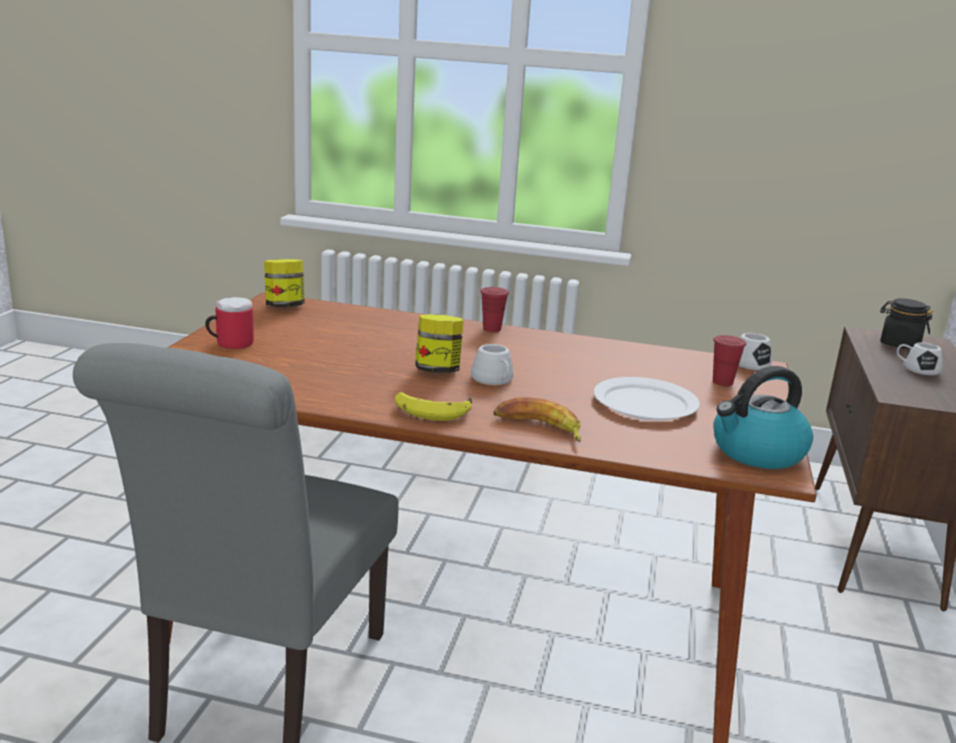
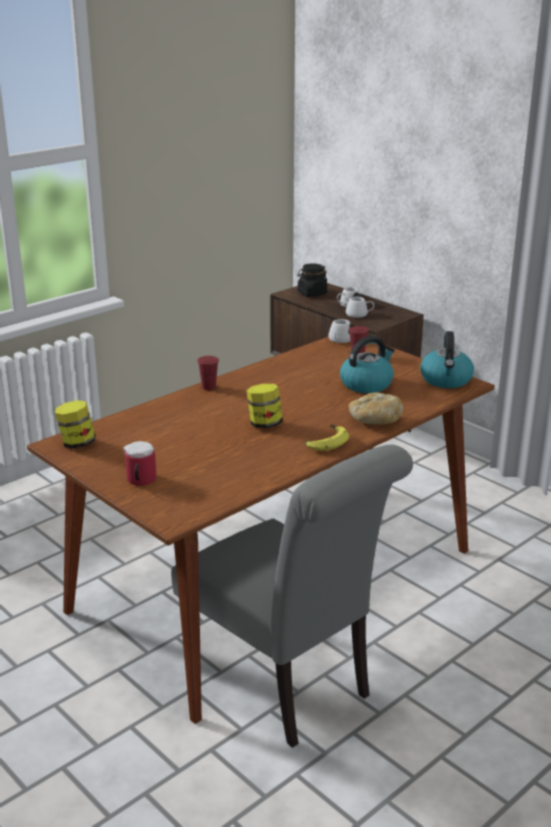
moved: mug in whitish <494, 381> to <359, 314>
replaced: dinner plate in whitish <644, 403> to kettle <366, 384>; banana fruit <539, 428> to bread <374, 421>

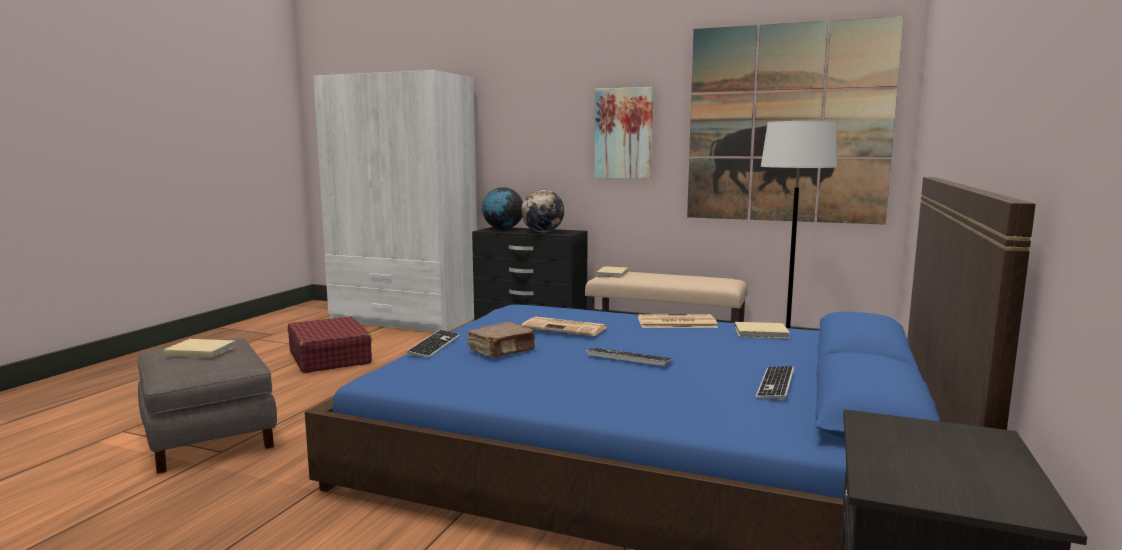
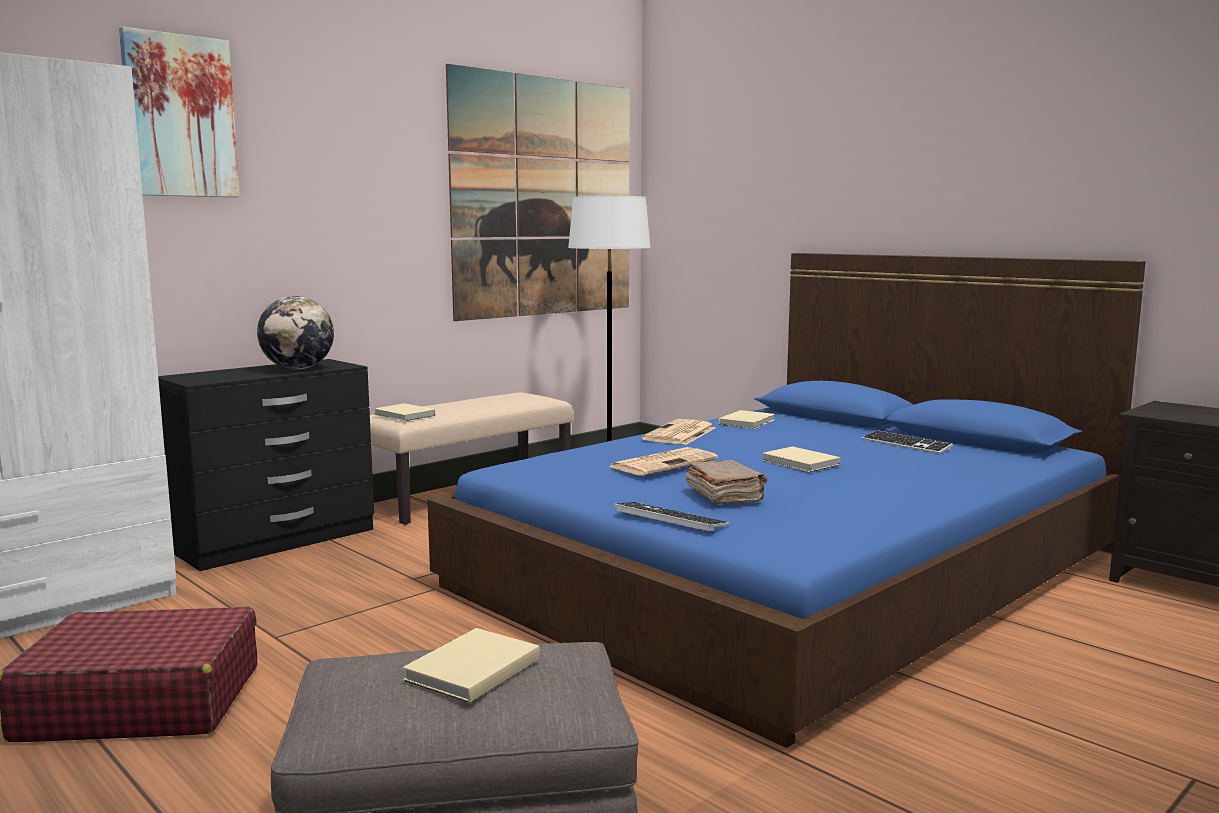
removed: desk globe <503, 229>
moved: wall picture <624, 133> to <180, 116>
replaced: keyboard <629, 358> to book in sand-coloured <801, 463>

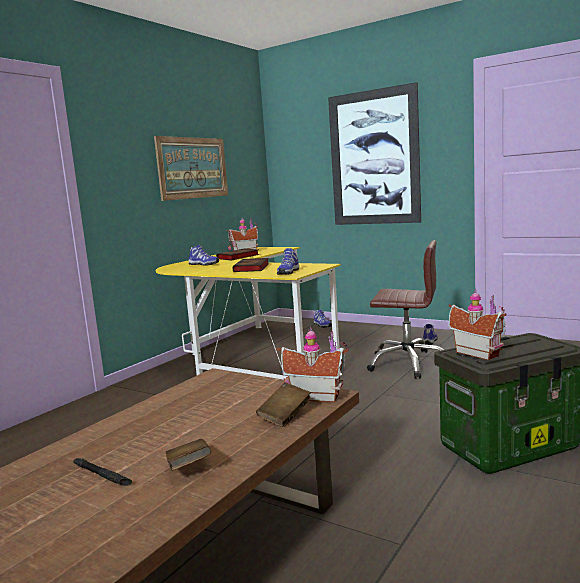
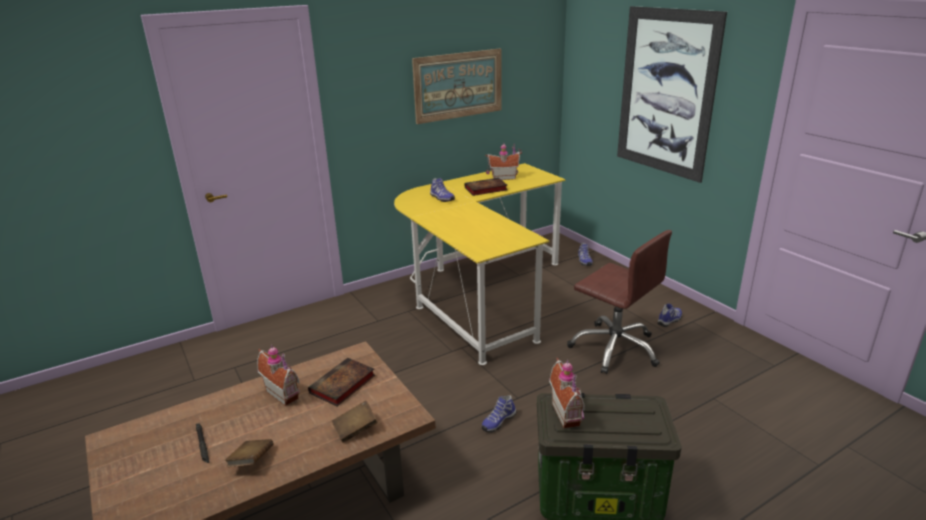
moved: low shoe <287, 272> to <498, 421>; book <252, 268> to <342, 385>; model house <316, 395> to <285, 393>

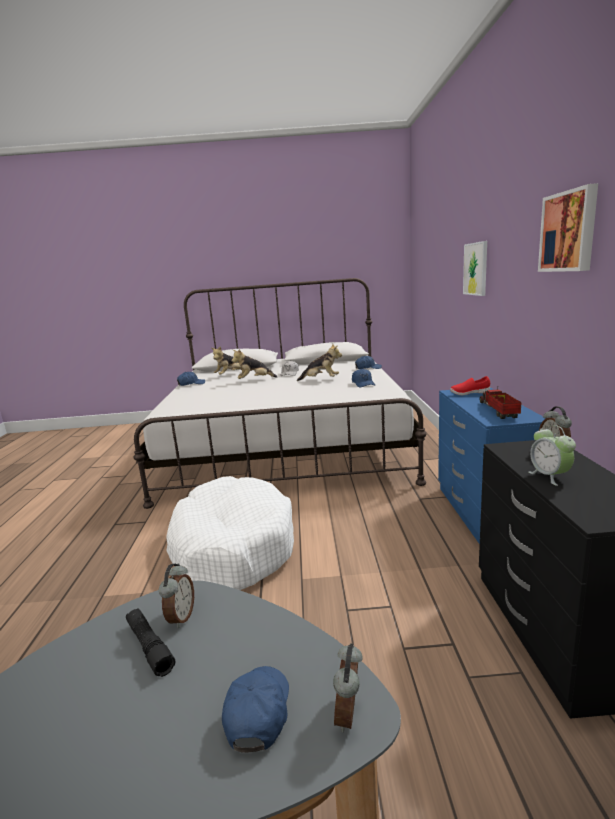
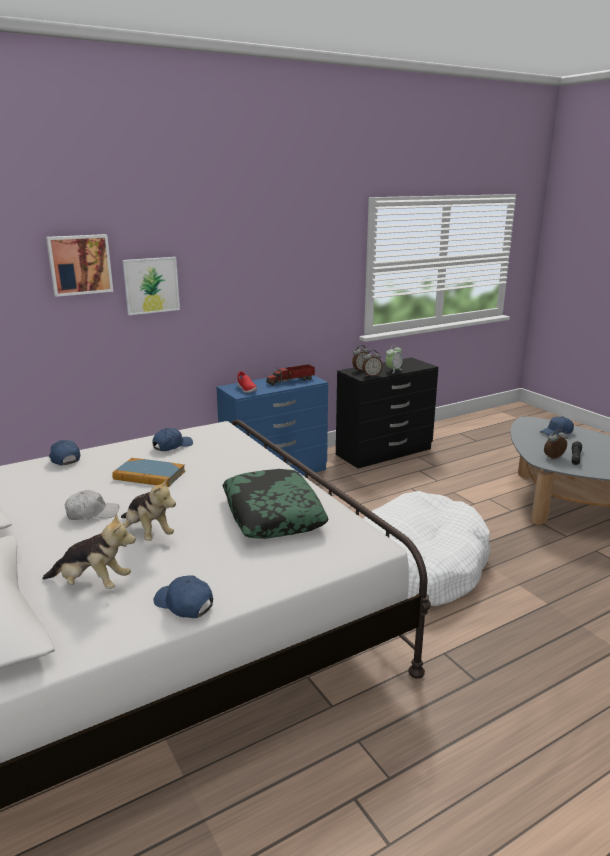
added: cushion <272, 514>
moved: wall picture <569, 231> to <80, 264>; alarm clock <350, 714> to <371, 375>
replaced: cuddly toy <321, 380> to book <149, 475>

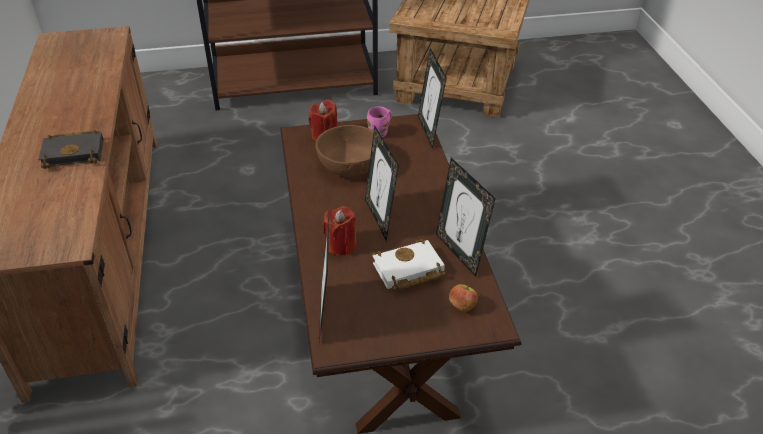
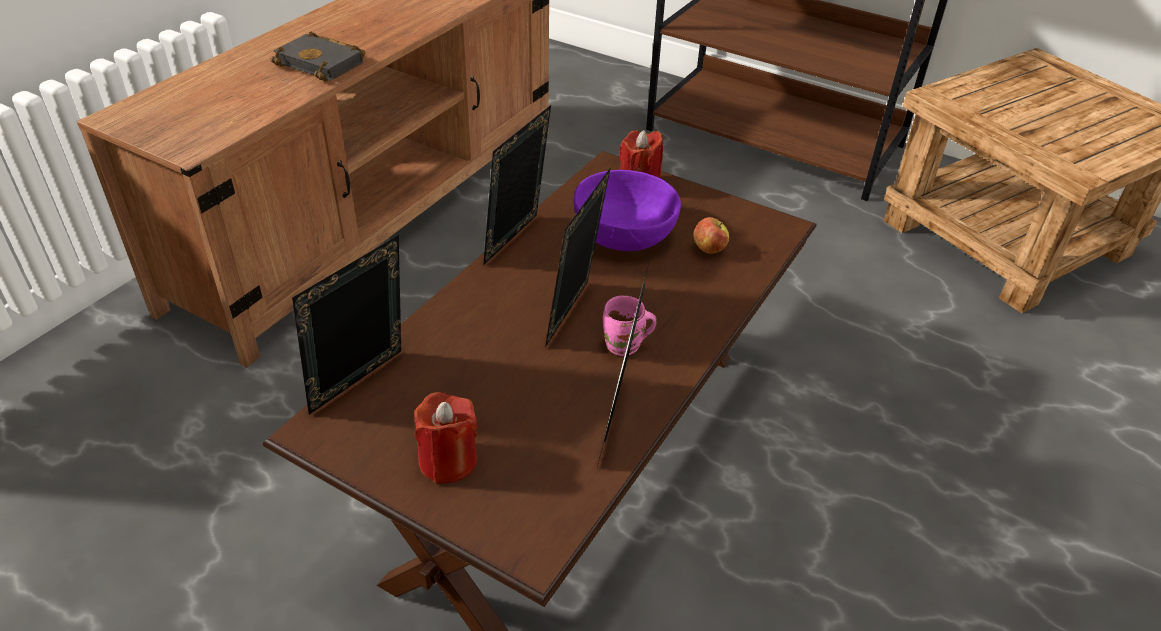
removed: book in whitish <407, 271>
moved: picture frame <429, 131> to <517, 242>; mug in pink-coloured <380, 133> to <625, 347>; wax light in reddish <341, 245> to <448, 461>; apple <462, 306> to <709, 249>
recoloured: deep dish in brownish <350, 164> to deep dish in purple-coloured <625, 232>

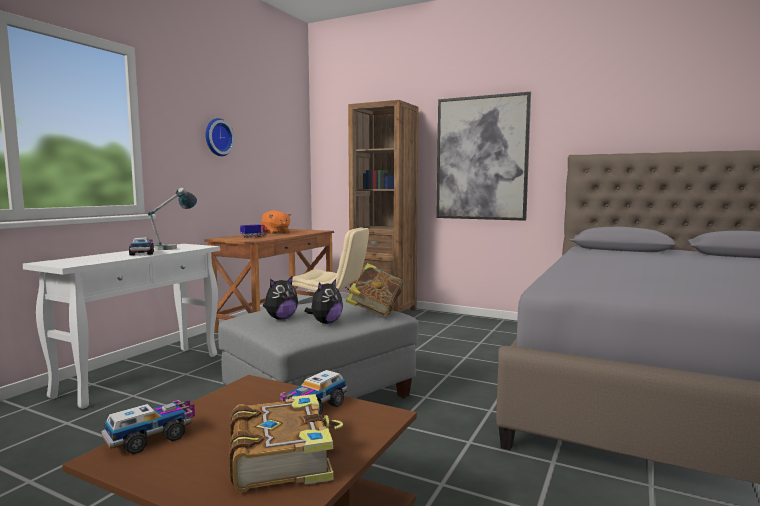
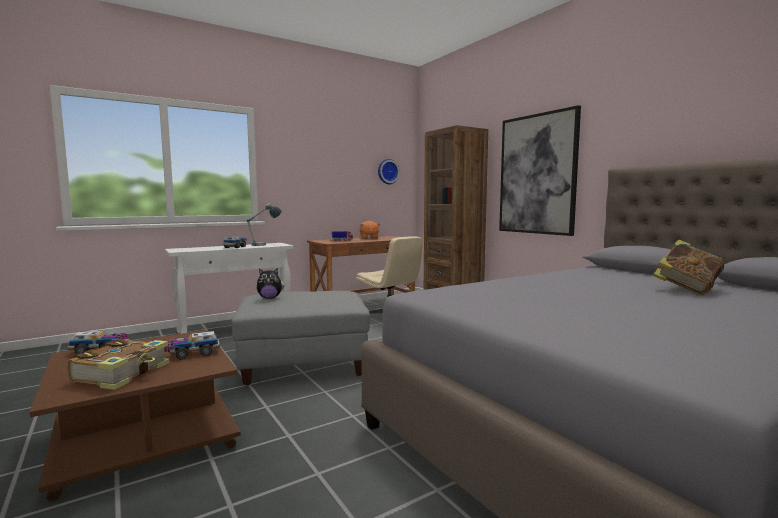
removed: cuddly toy <325, 322>
moved: hanging clock <217, 137> to <387, 171>; book <375, 311> to <686, 289>

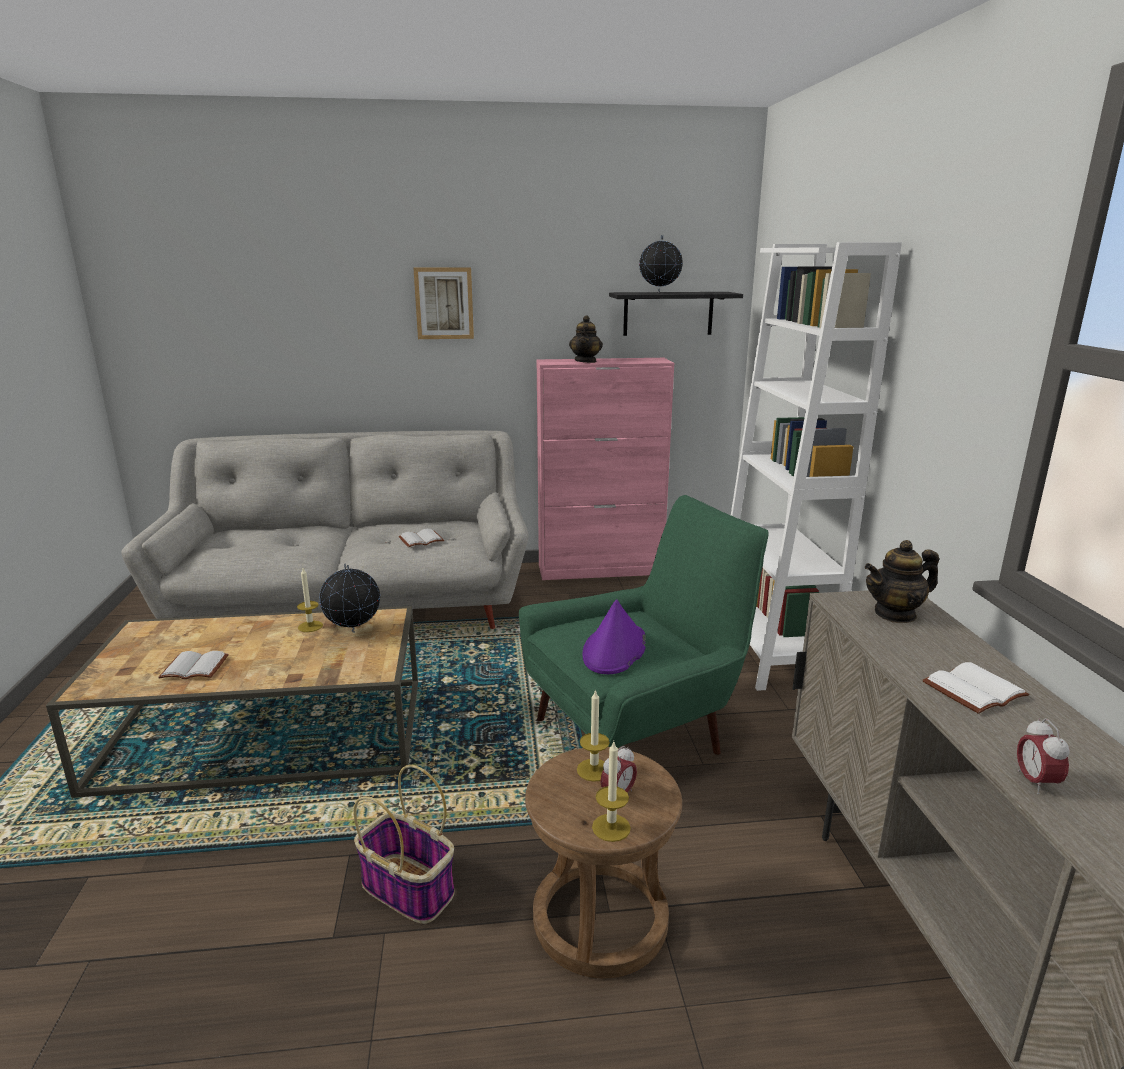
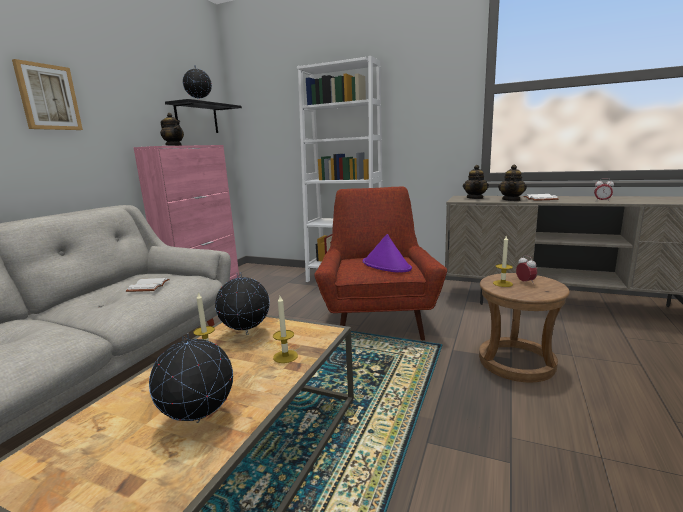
removed: household basket <409, 889>
added: tea pot <511, 200>
moved: wax light <611, 827> to <285, 356>
replaced: book in whitish <196, 667> to desk globe <200, 421>
recoloured: easy chair in greenish <636, 732> to easy chair in reddish <377, 320>

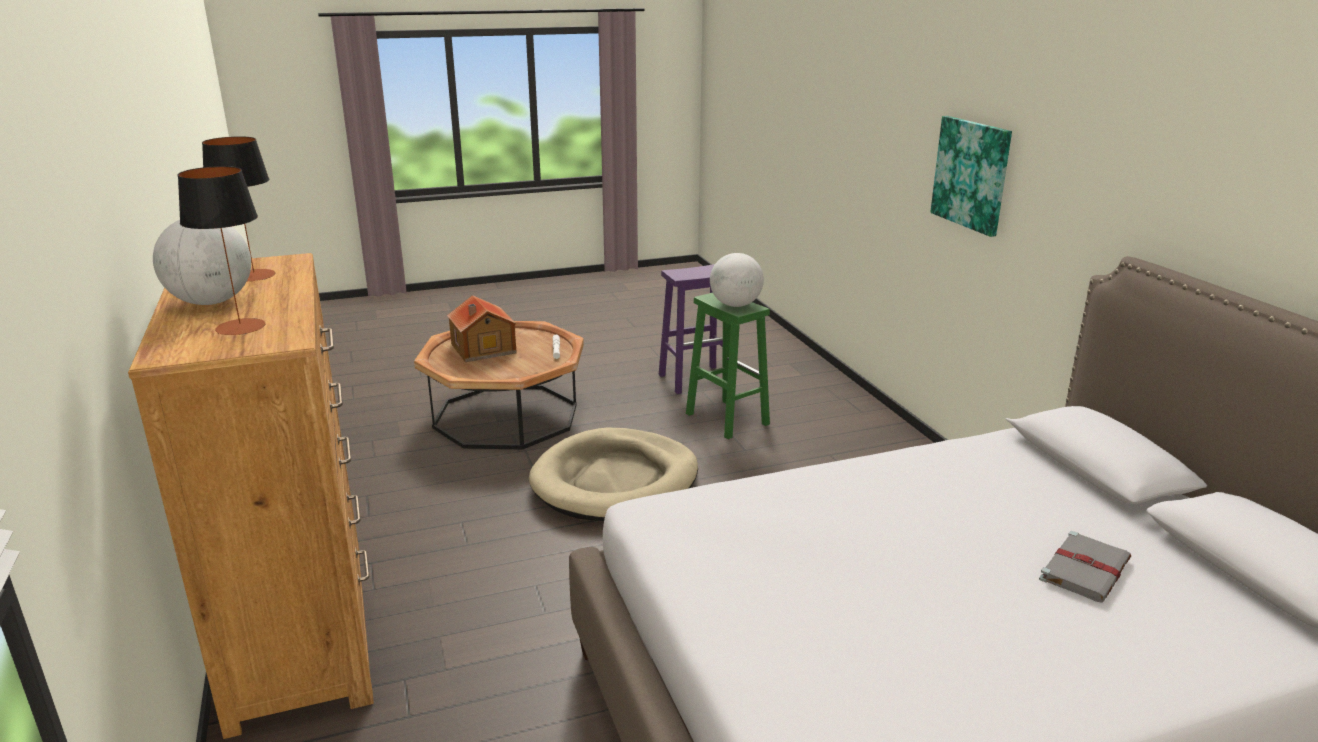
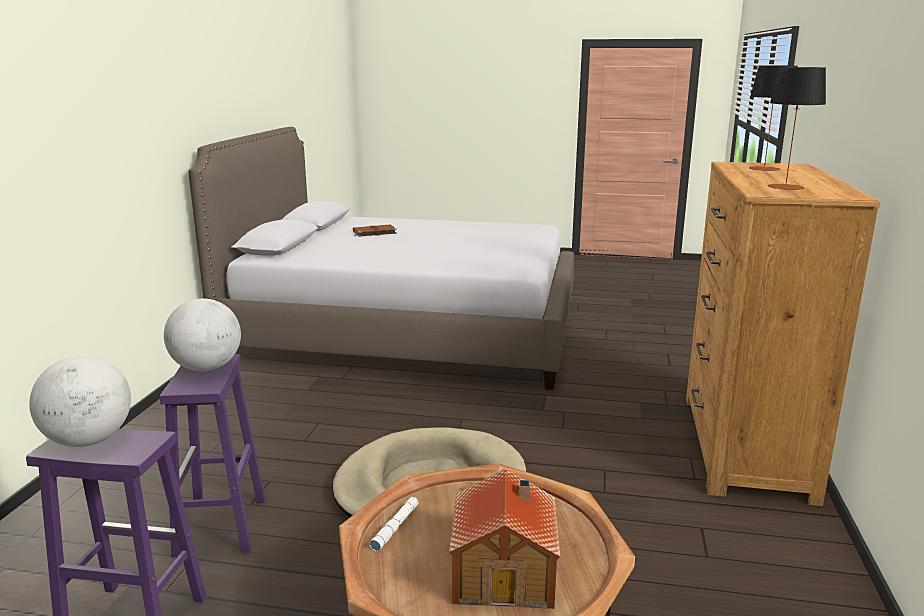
removed: wall picture <971, 174>
moved: desk globe <211, 302> to <89, 440>
recoloured: stool in greenish <726, 418> to stool in purple-coloured <221, 527>; book in grey <1085, 569> to book in brownish <373, 232>

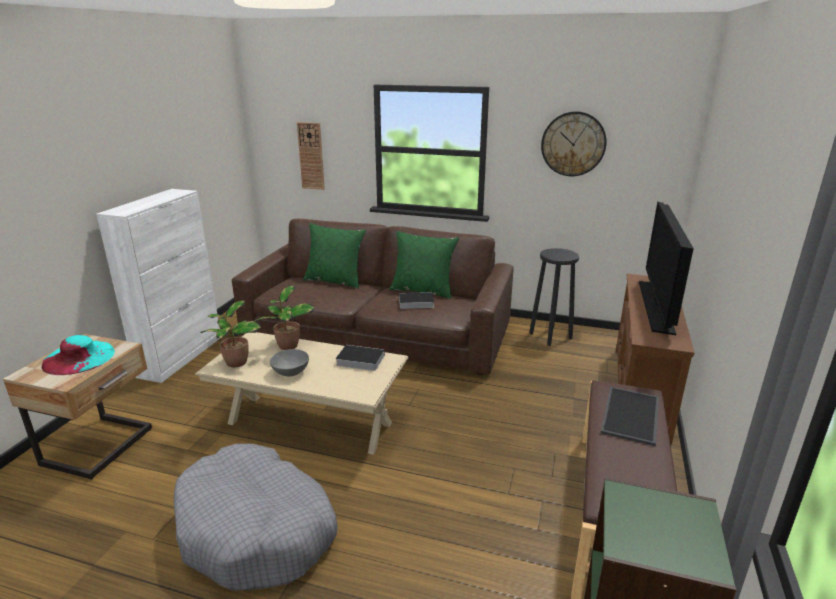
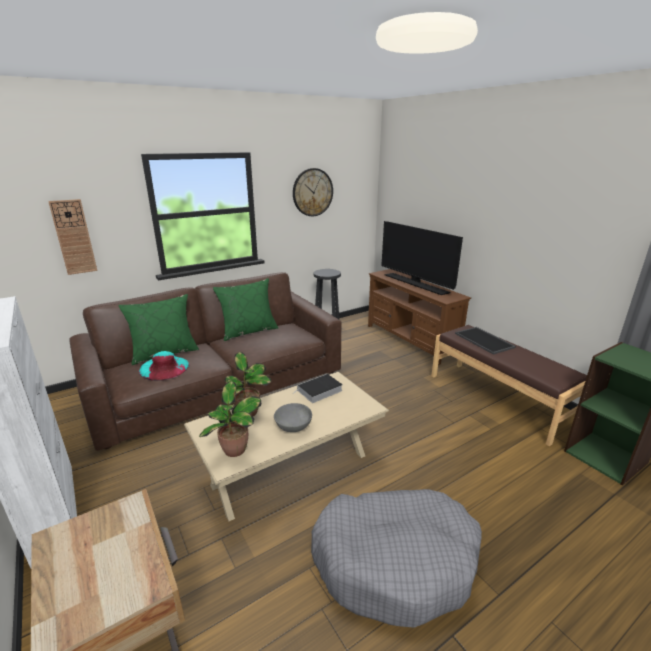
removed: book <415, 303>
moved: wearable hat in turquoise <79, 357> to <164, 368>

